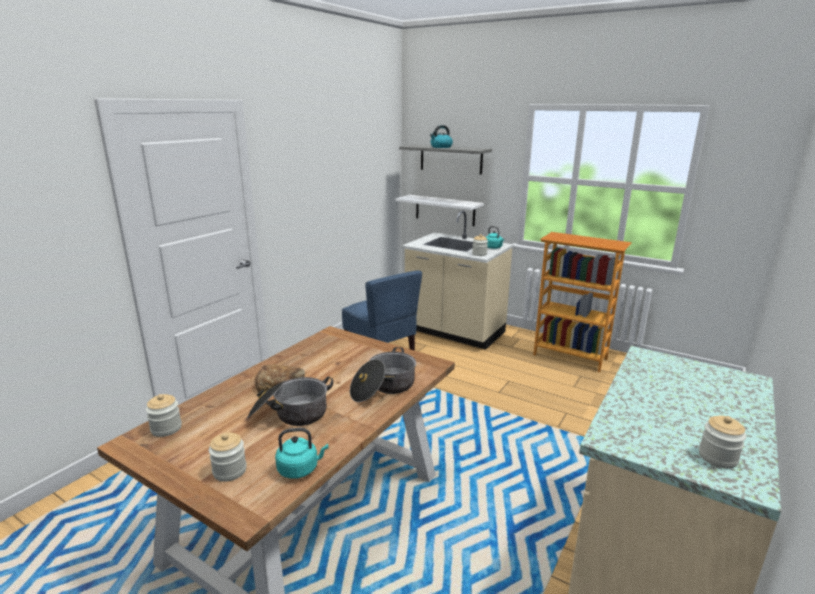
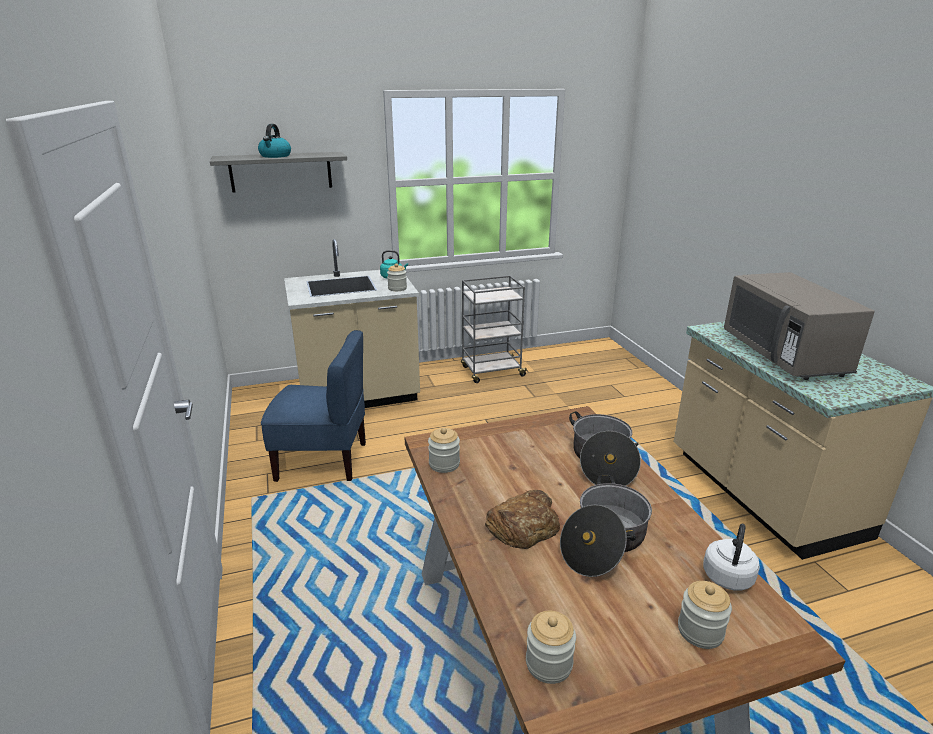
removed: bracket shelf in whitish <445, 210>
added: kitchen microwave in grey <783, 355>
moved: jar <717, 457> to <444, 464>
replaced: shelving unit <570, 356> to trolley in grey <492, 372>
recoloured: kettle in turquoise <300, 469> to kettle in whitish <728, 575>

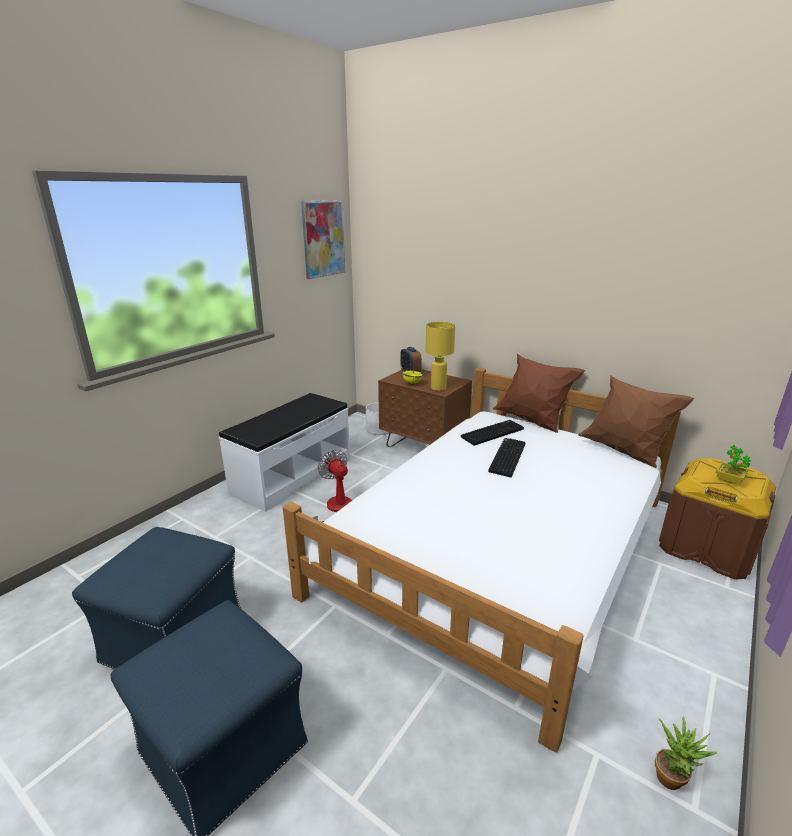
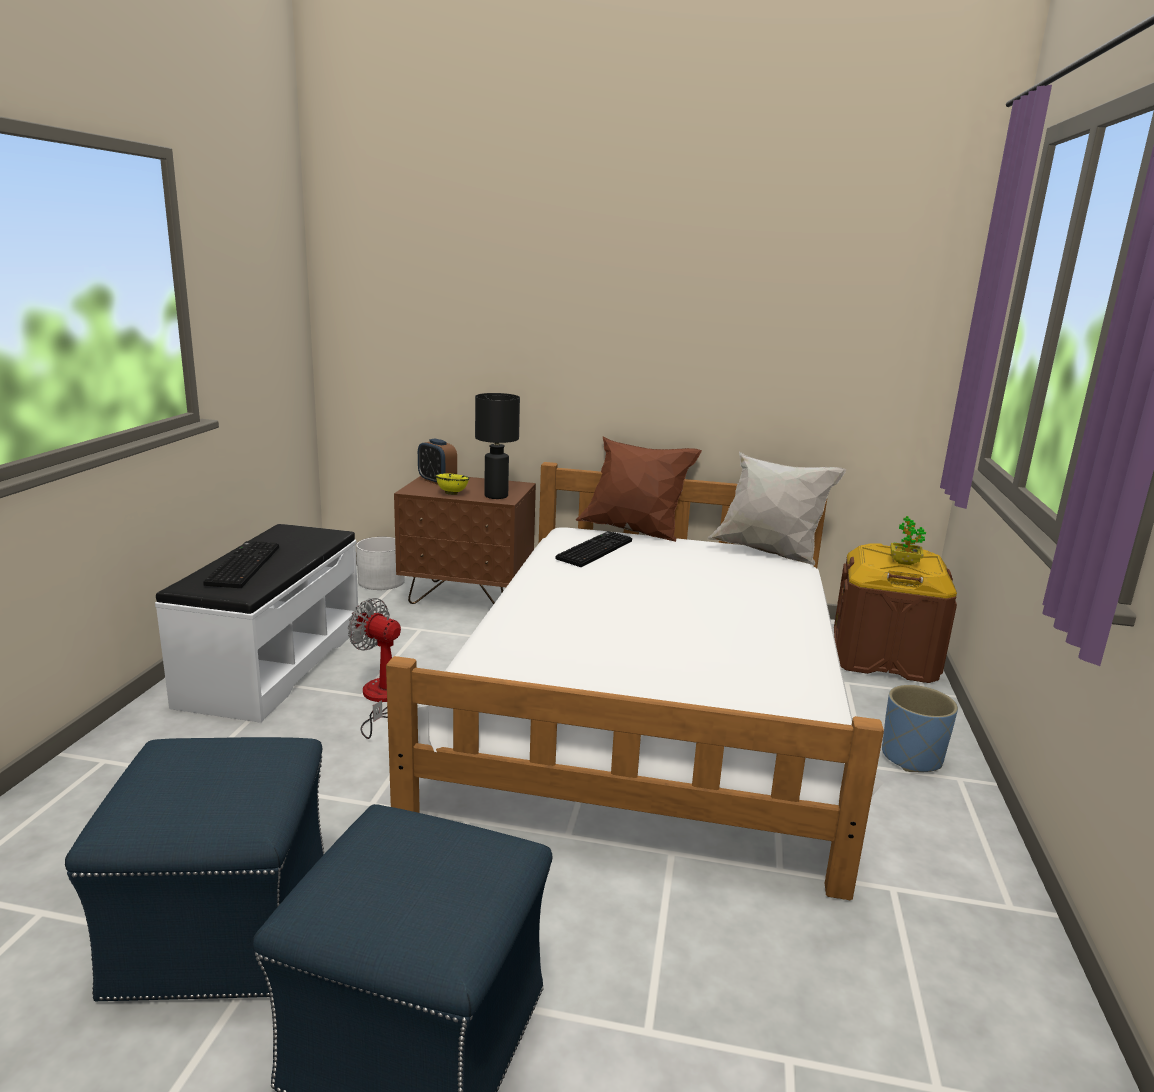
removed: wall picture <323, 238>; plant in a pot <673, 777>
added: planter in bluish <912, 758>
moved: keyboard <506, 457> to <242, 565>
recoloured: table lamp in yellowish <438, 388> to table lamp in blackish <495, 496>; cushion in brownish <624, 452> to cushion in whitish <769, 553>

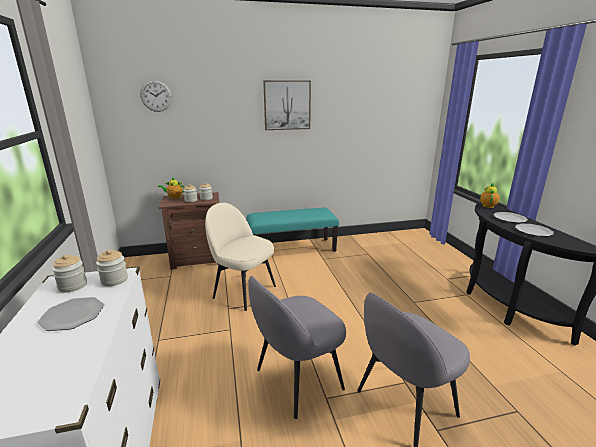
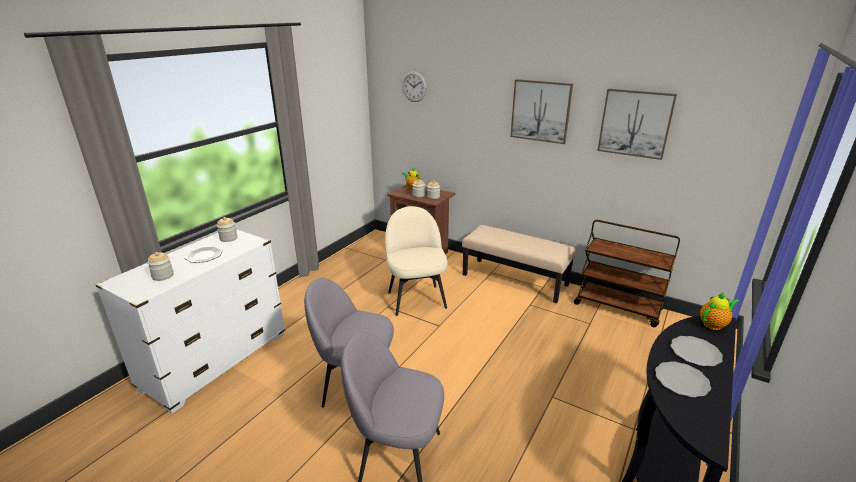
added: wall picture <635, 123>; trolley in brownish <618, 307>
moved: jar <114, 280> to <163, 276>
recoloured: indoor bench in turquoise <292, 249> to indoor bench in sand-coloured <515, 280>

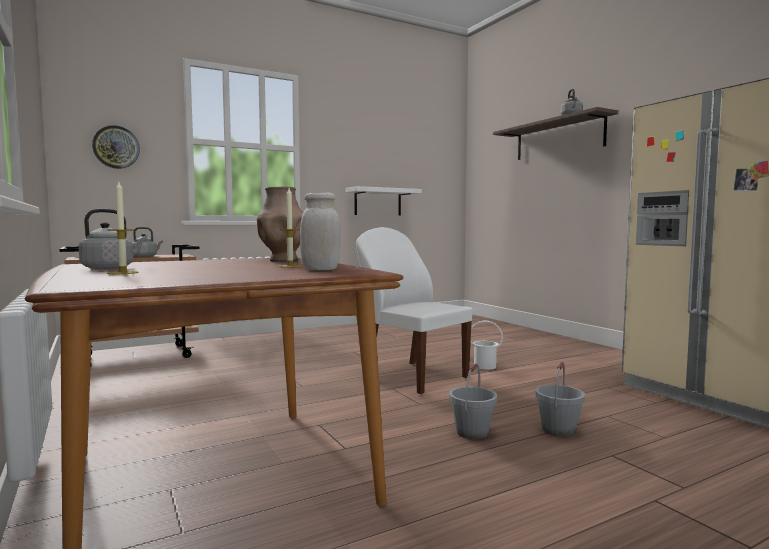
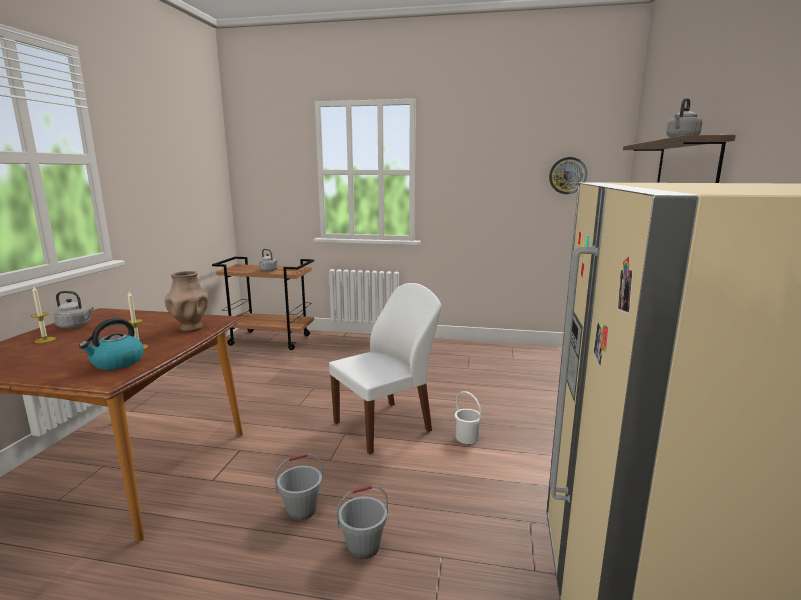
removed: bracket shelf in whitish <377, 202>
moved: hanging clock <116, 147> to <567, 175>
replaced: jar in whitish <320, 269> to kettle <117, 363>
turned: upright chair in whitish <413, 376> = <385, 426> 60 degrees clockwise

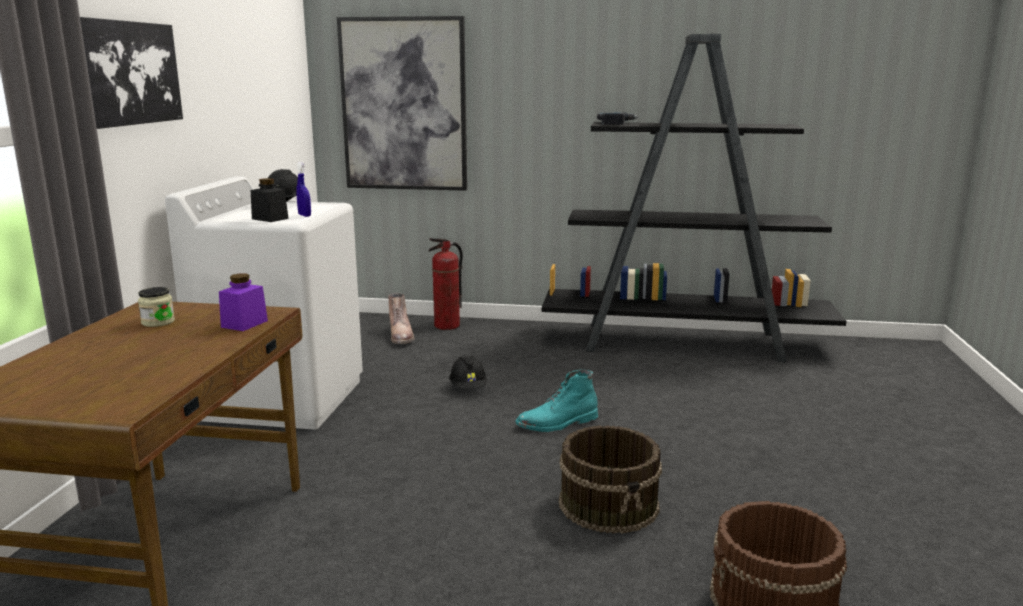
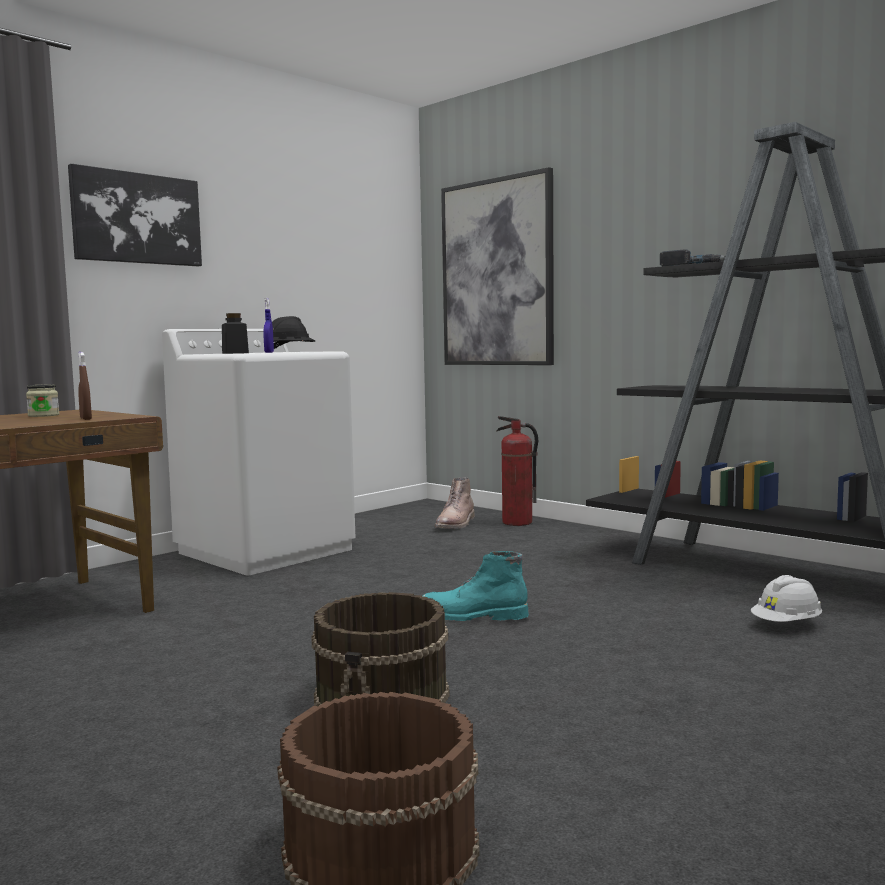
removed: hard hat in blackish <468, 387>
added: hard hat in whitish <786, 625>
replaced: jar in purple-coloured <244, 324> to hand sprayer in brownish <86, 419>

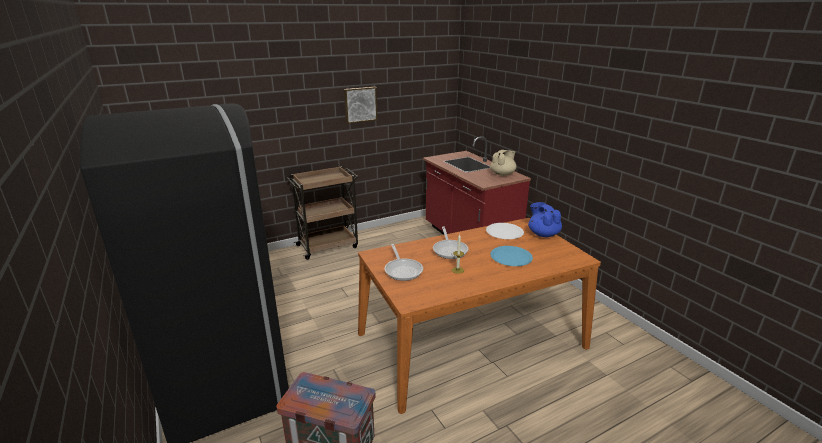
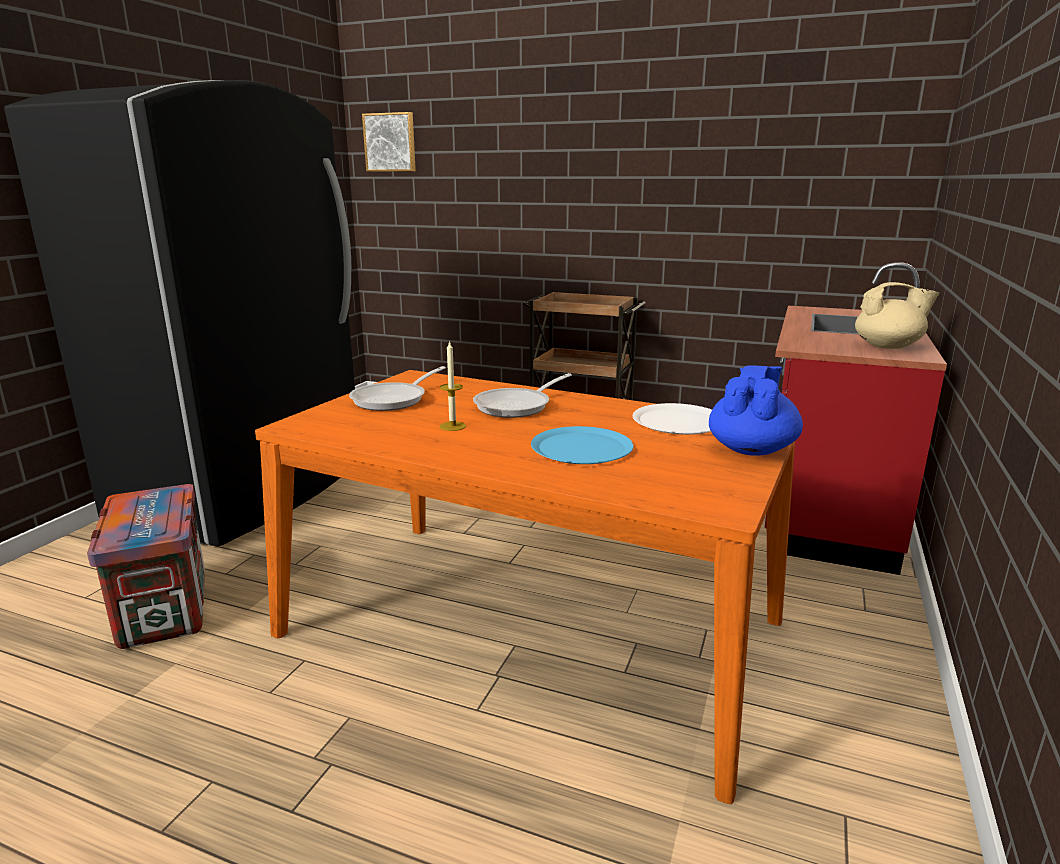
moved: wall picture <360, 104> to <390, 142>

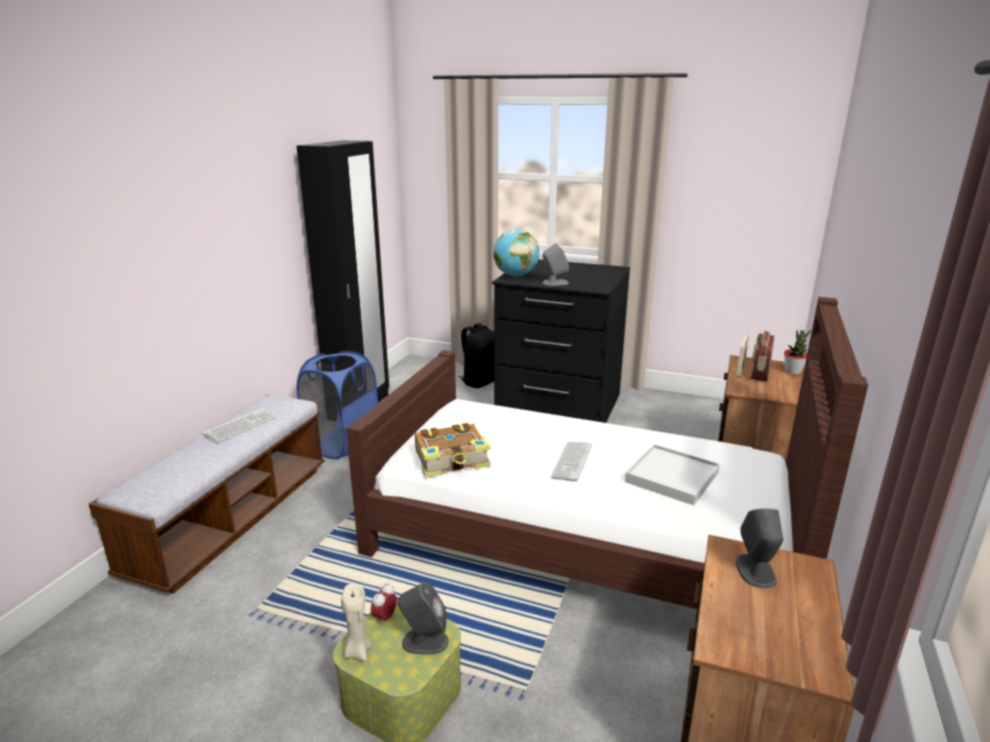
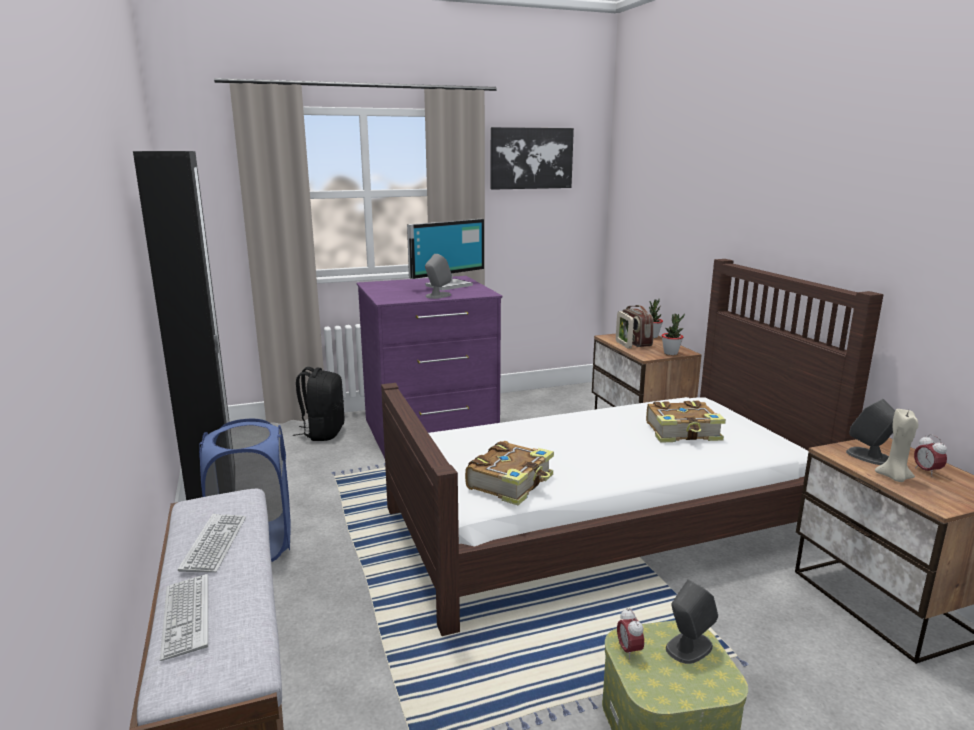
removed: desk globe <516, 276>
added: wall picture <531, 158>; computer screen <447, 285>; plant in a pot <671, 353>; alarm clock <926, 471>
moved: keyboard <571, 462> to <186, 617>; wax light in sand-coloured <357, 651> to <894, 477>
replaced: serving tray in whitish <672, 477> to book <683, 432>
recoloured: chest of drawers in blackish <558, 406> to chest of drawers in purple-coloured <430, 432>

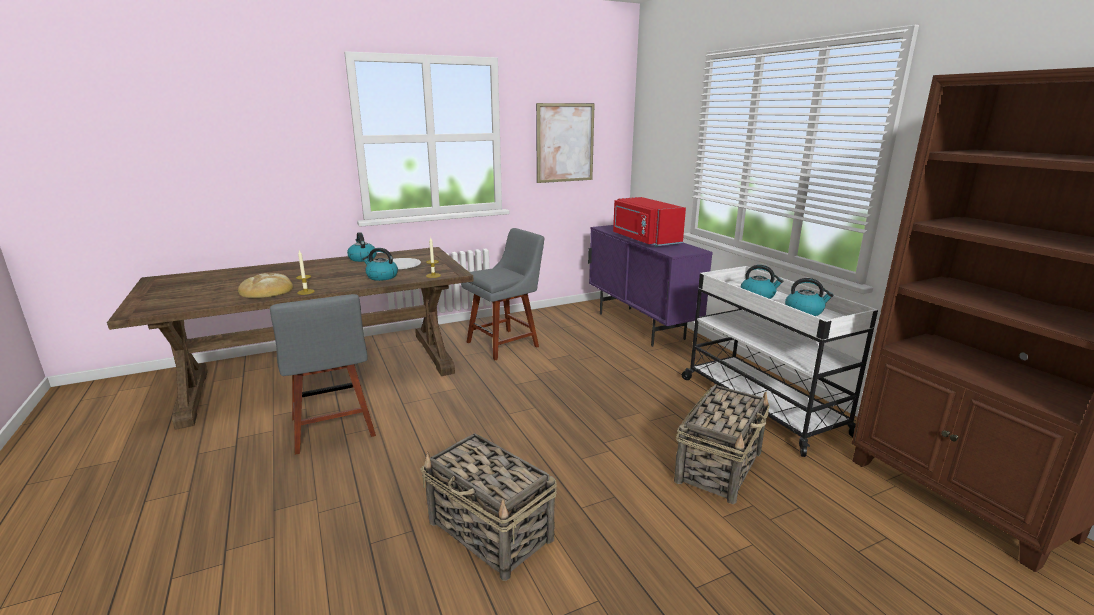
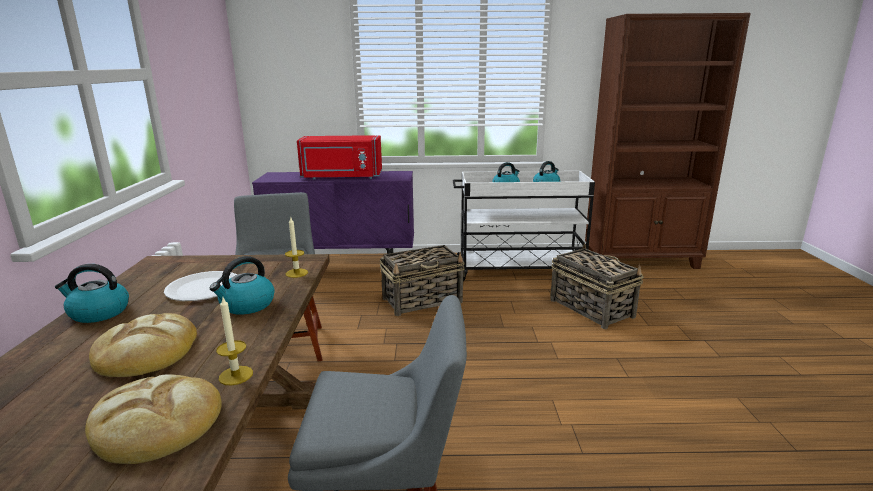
removed: wall picture <565, 143>
added: bread <147, 351>
moved: household basket <491, 532> to <423, 300>

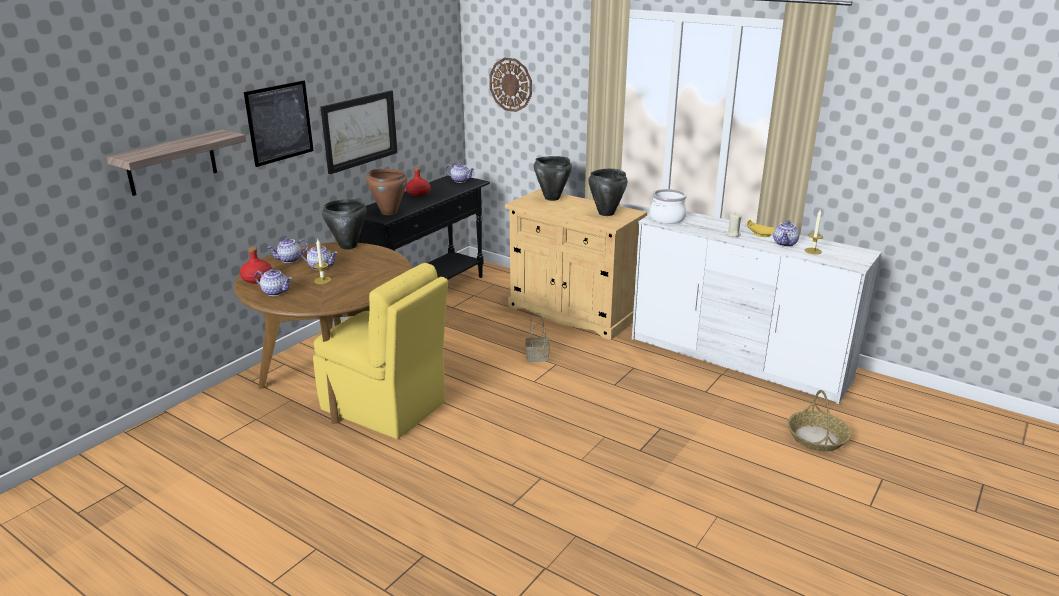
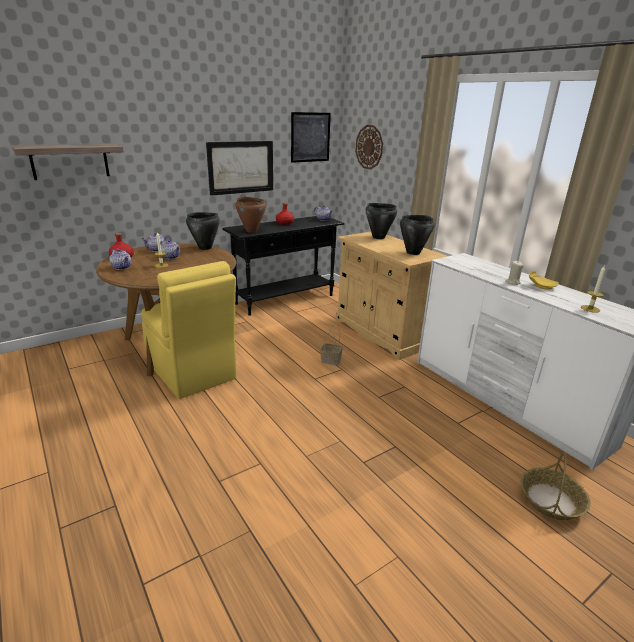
removed: saucepot <667, 218>; tea pot <785, 244>
moved: wall picture <279, 122> to <310, 137>

